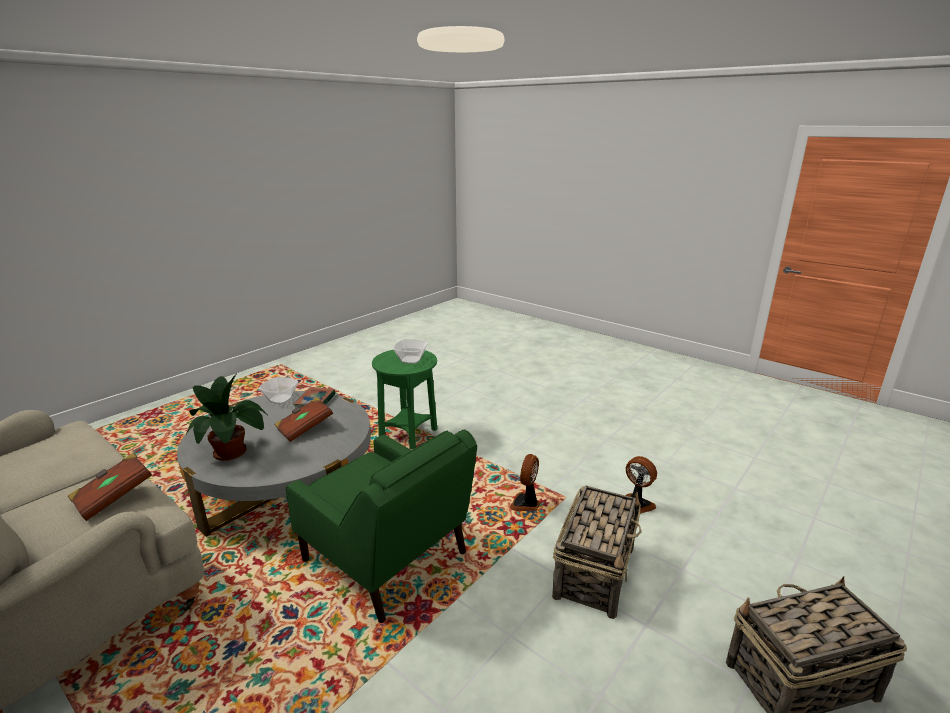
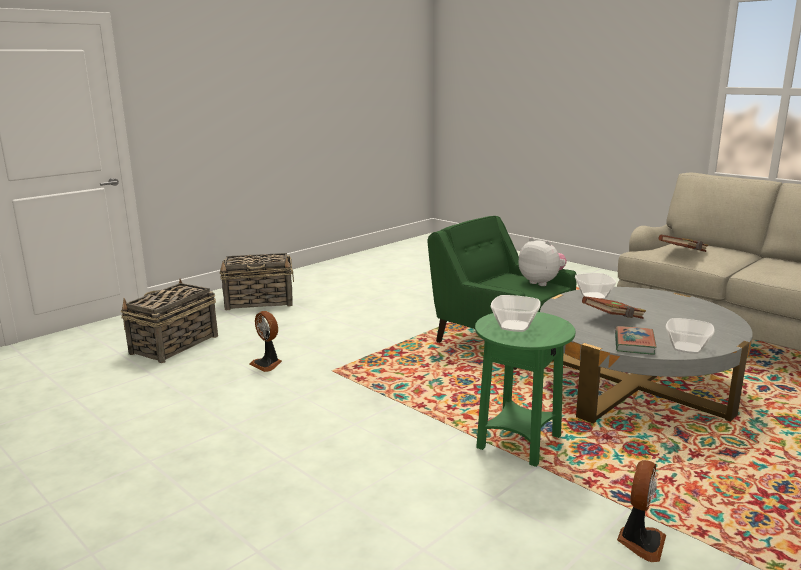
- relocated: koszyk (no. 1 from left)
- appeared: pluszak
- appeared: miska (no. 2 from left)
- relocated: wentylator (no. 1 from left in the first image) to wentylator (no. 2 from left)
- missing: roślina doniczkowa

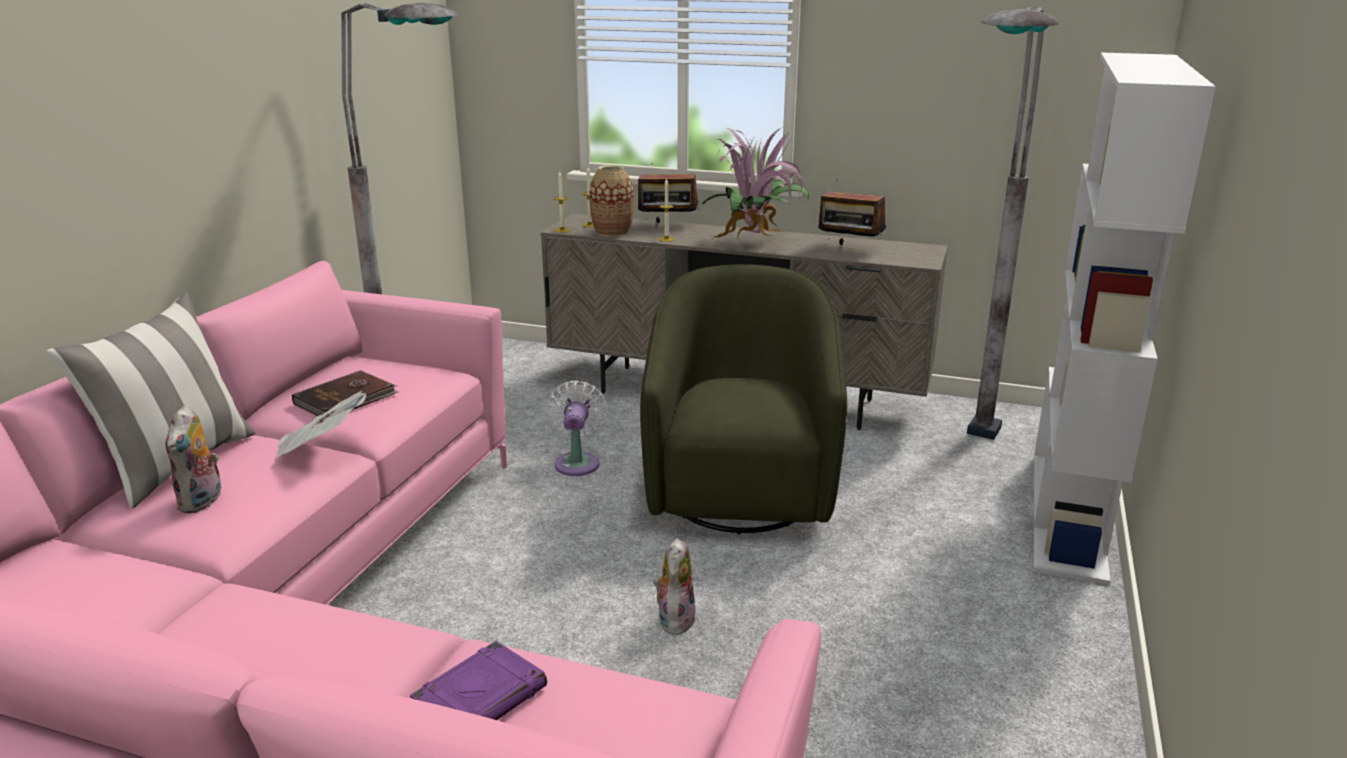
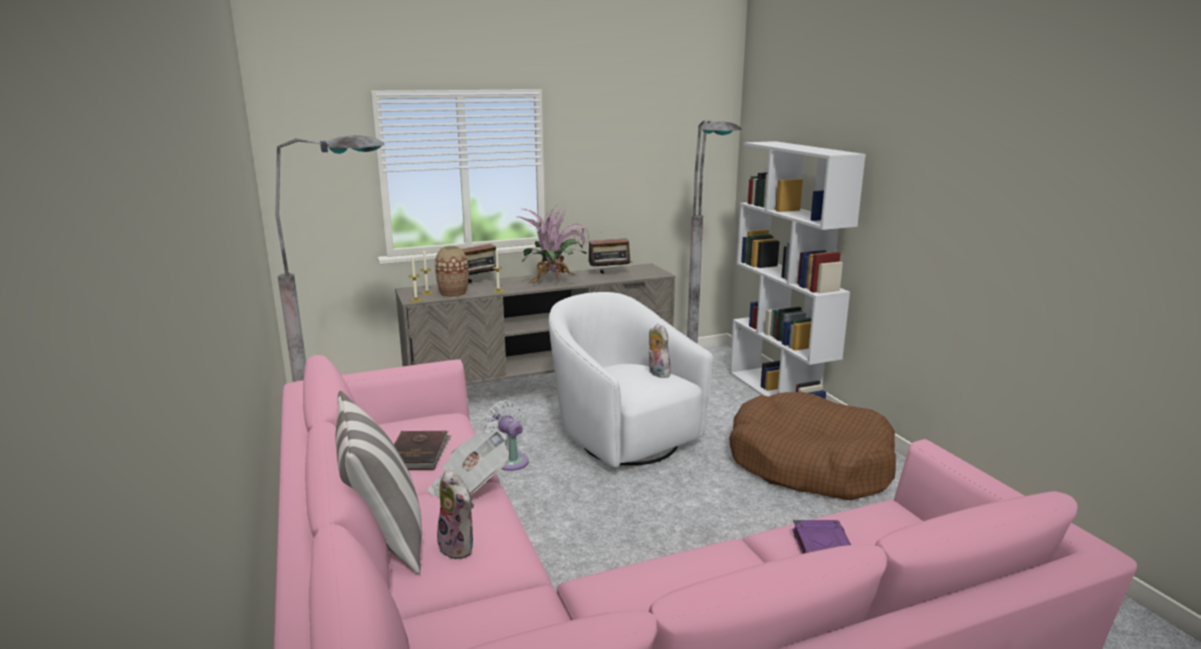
- colour: fotel [zielony] to fotel [biały]
- relocated: pluszak (no. 2 from left)
- appeared: legowisko [brązowy]

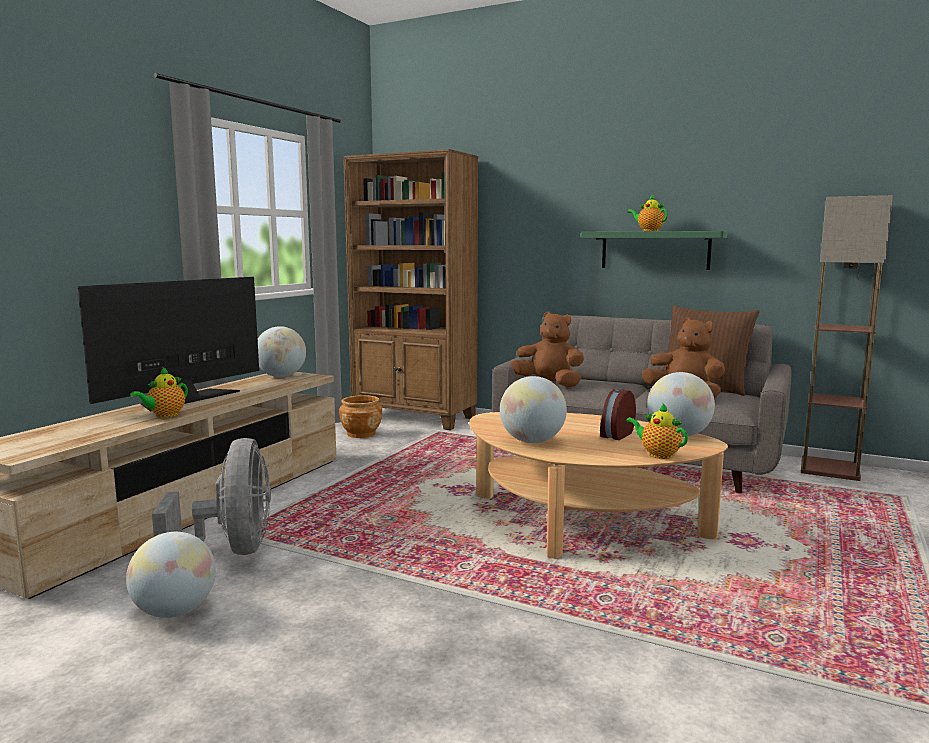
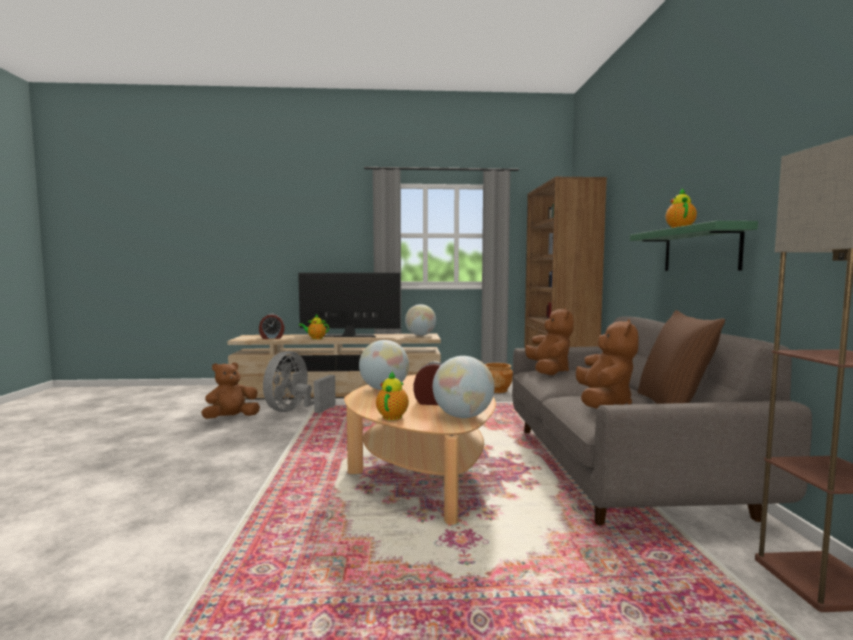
- exchanged: globus (no. 1 from left) to pluszak [brązowy] (no. 1 from left)
- appeared: budzik (no. 1 from left)
- spun: wentylator [szary] 150 degrees clockwise

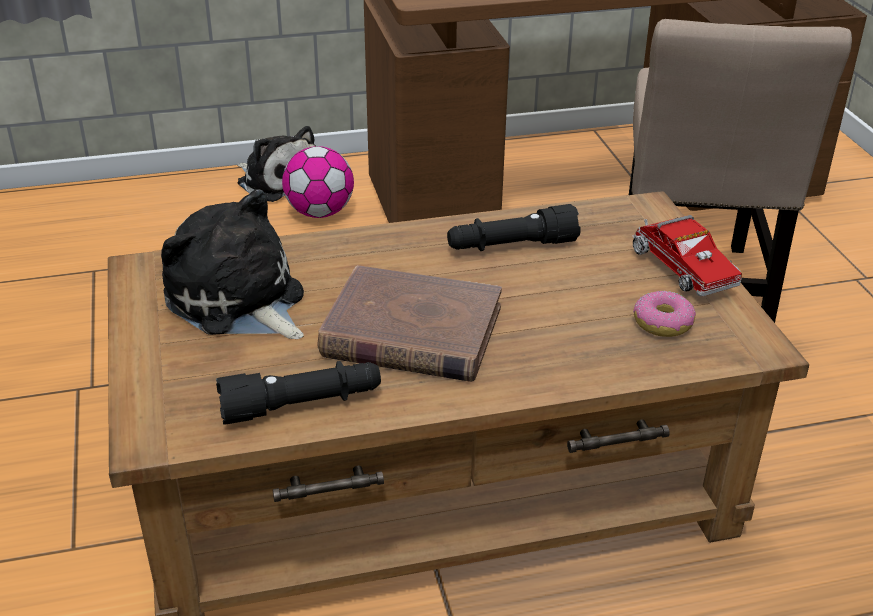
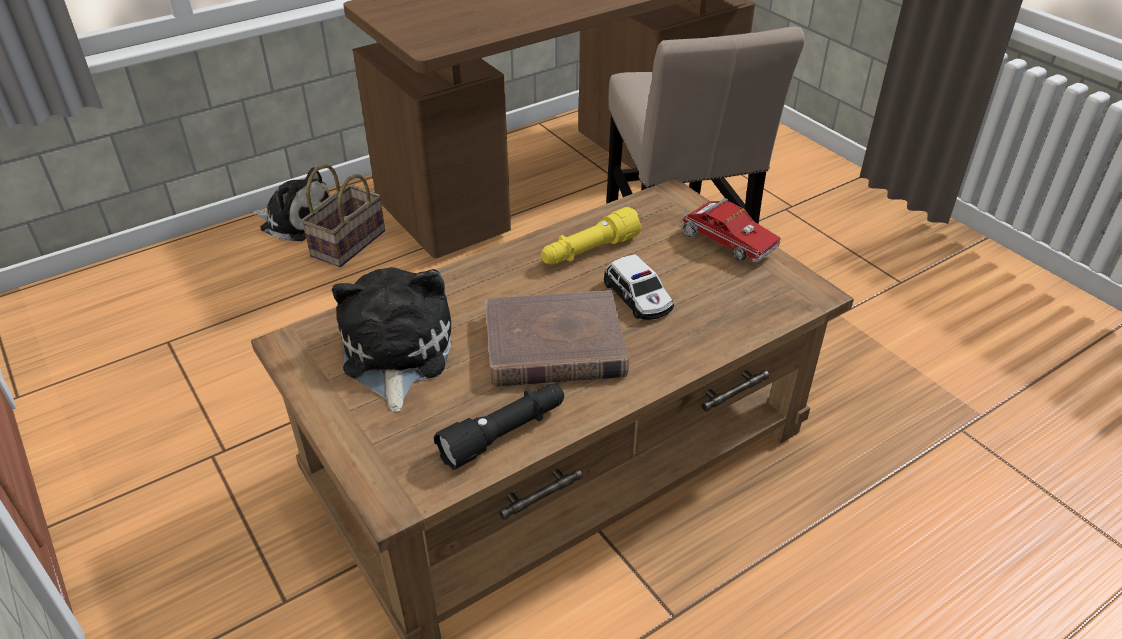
- exchanged: piłka futbolowa to koszyk
- spun: pluszak (no. 1 from left in the first image) 60 degrees clockwise
- colour: latarka [czarny] (no. 2 from left) to latarka [żółty]
- appeared: samochodzik
- missing: donut

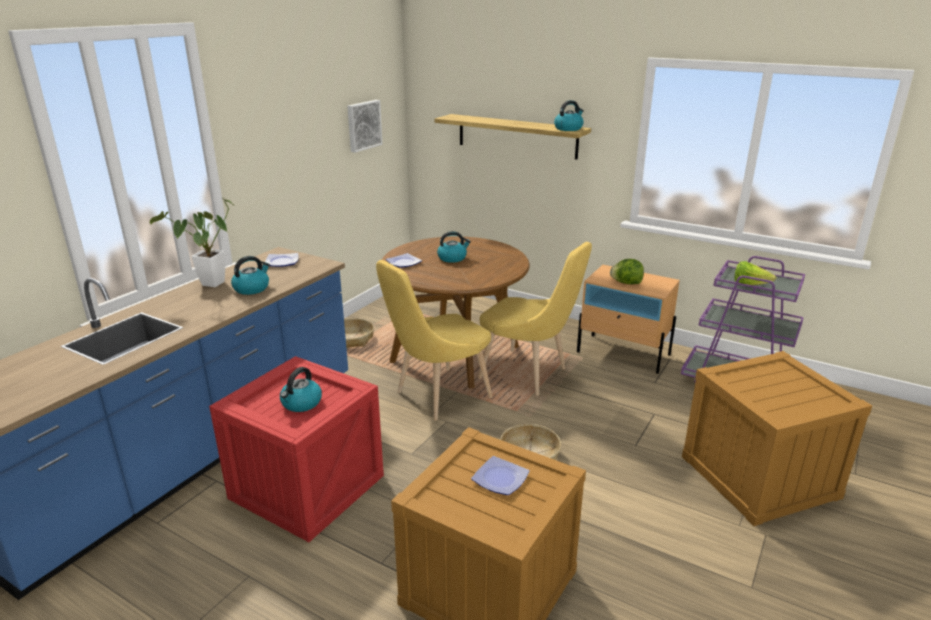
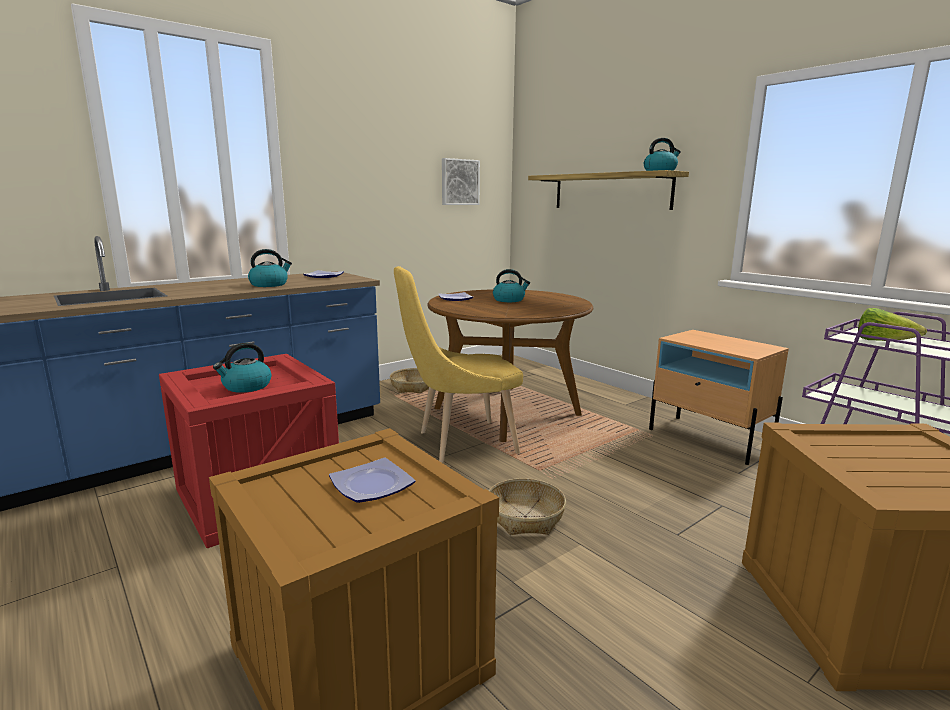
- missing: roślina doniczkowa
- missing: krzesło [żółty] (no. 2 from left)
- missing: sałata (no. 1 from left)

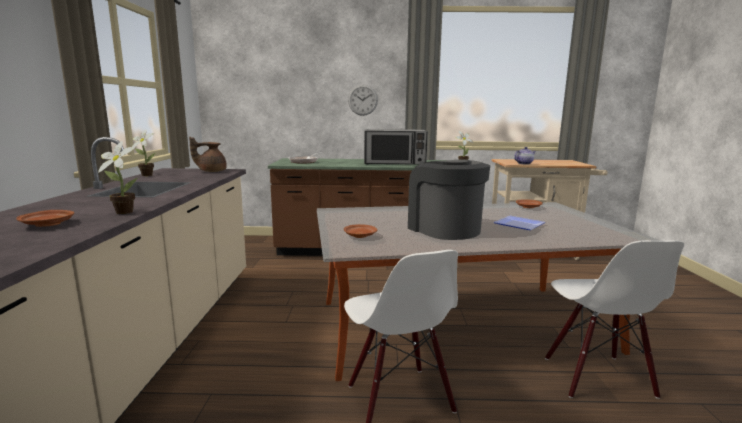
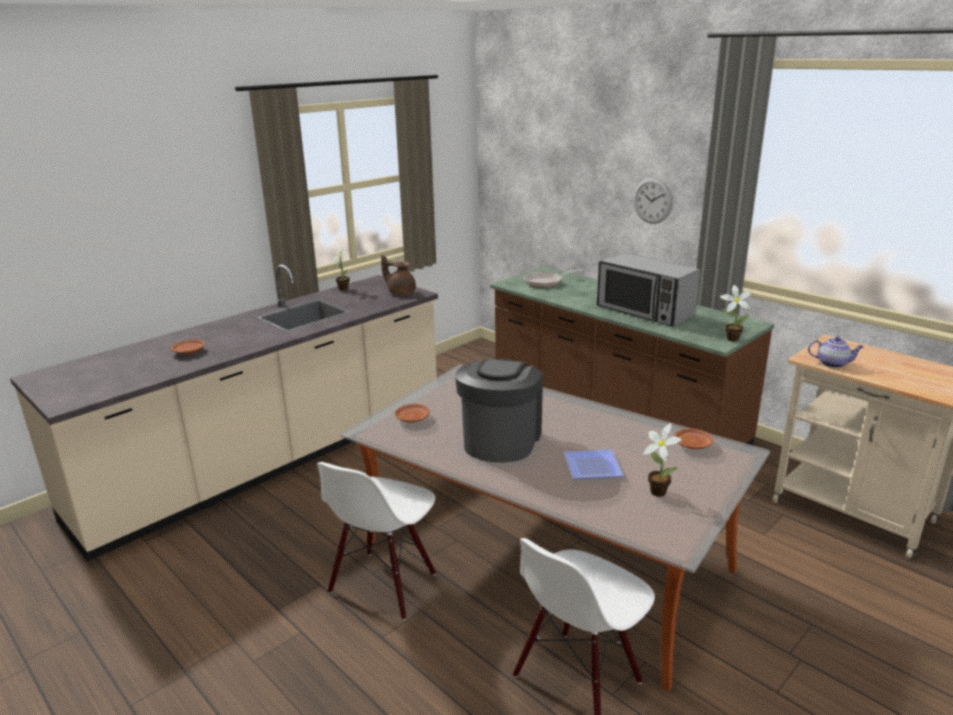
- relocated: roślina doniczkowa (no. 1 from left in the first image) to roślina doniczkowa (no. 2 from left)

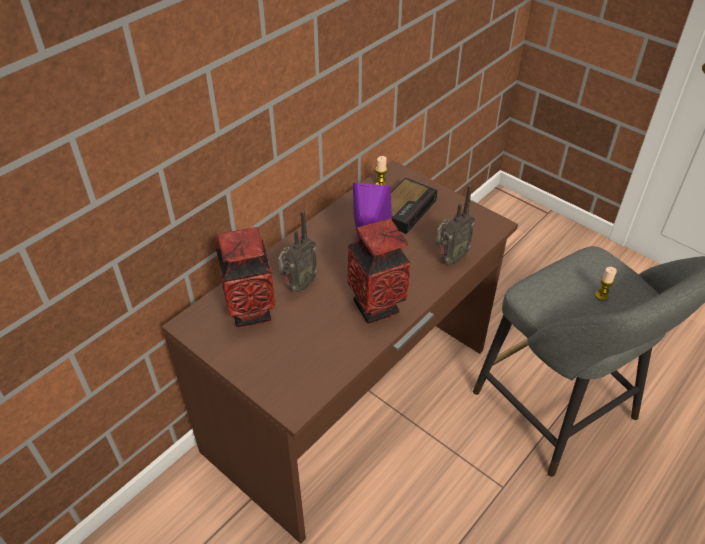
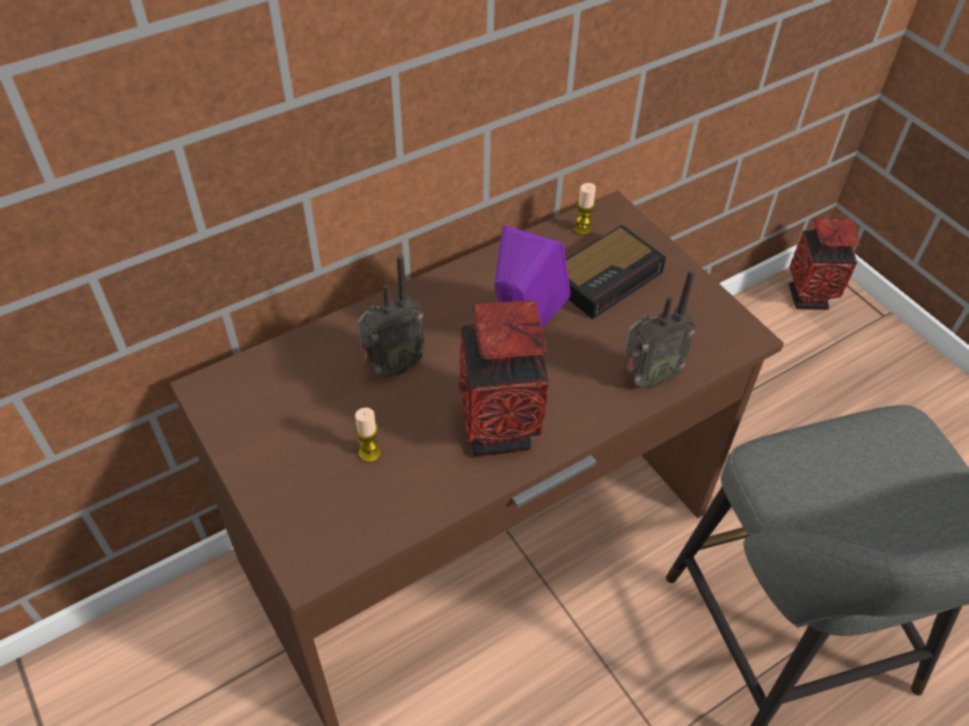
- relocated: świeca (no. 2 from left in the first image) to świeca (no. 1 from left)
- relocated: wazon (no. 1 from left in the first image) to wazon (no. 2 from left)

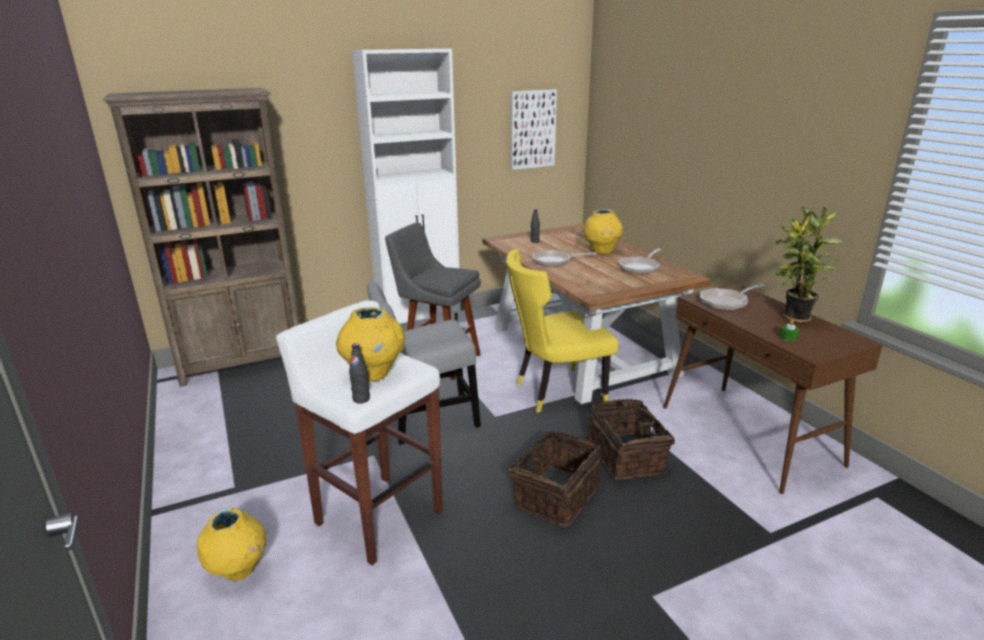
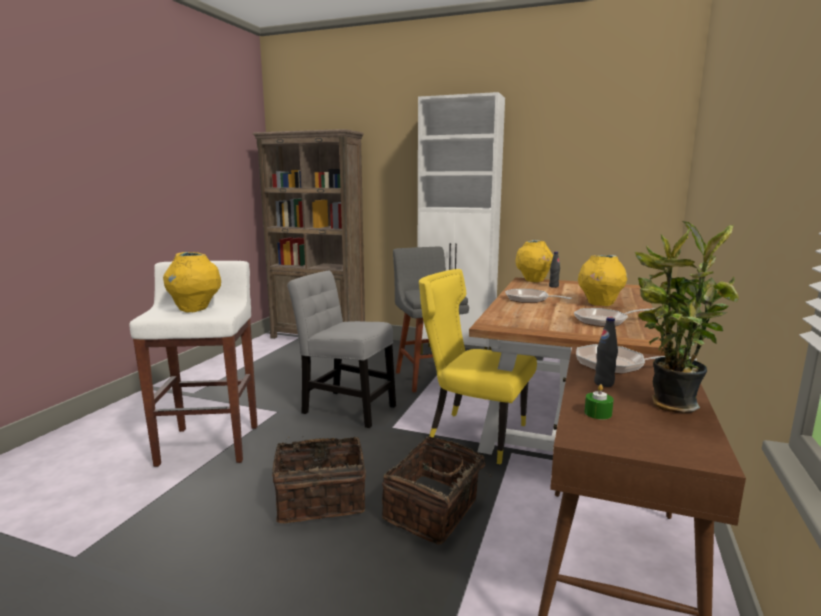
- relocated: wazon [żółty] (no. 1 from left in the first image) to wazon [żółty] (no. 2 from left)
- relocated: butelka [czarny] (no. 1 from left in the first image) to butelka [czarny] (no. 2 from left)
- missing: obraz

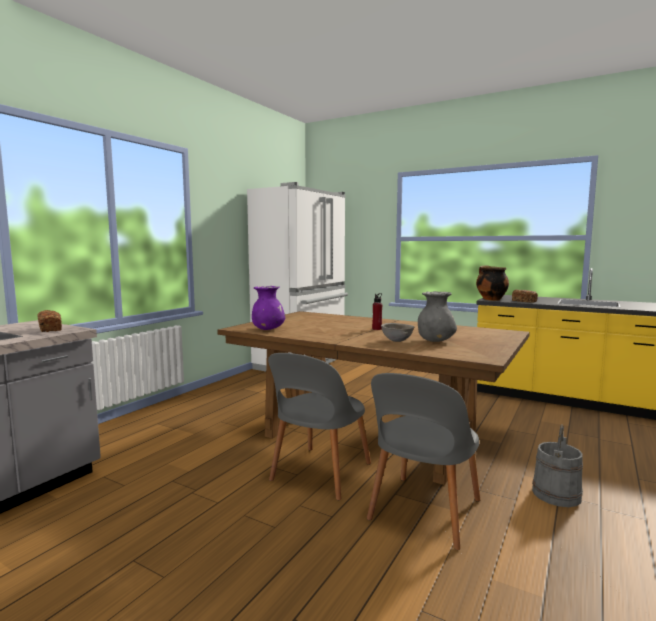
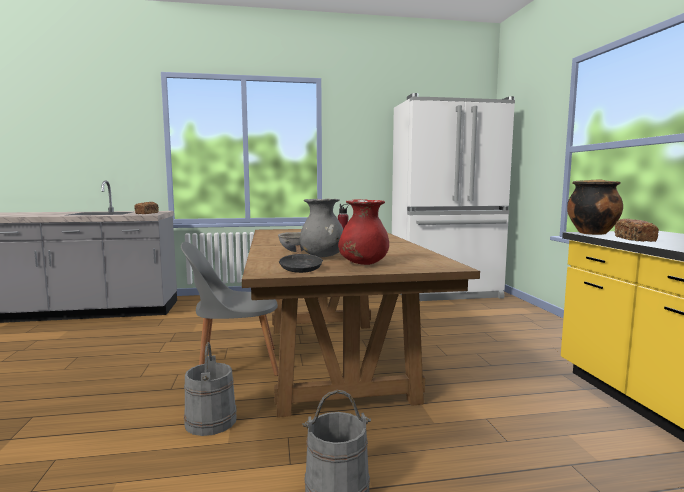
- exchanged: krzesło [szary] (no. 2 from left) to wiadro [szary] (no. 1 from left)
- appeared: patelnia [czarny]
- appeared: wazon [czerwony]
- missing: wazon [fioletowy]

